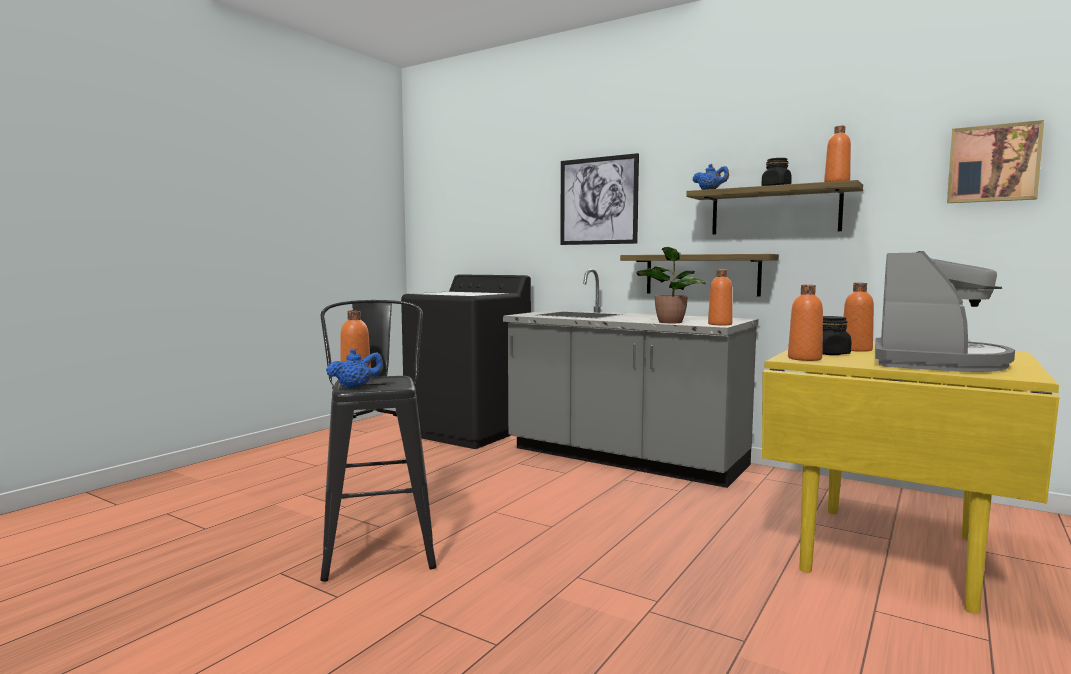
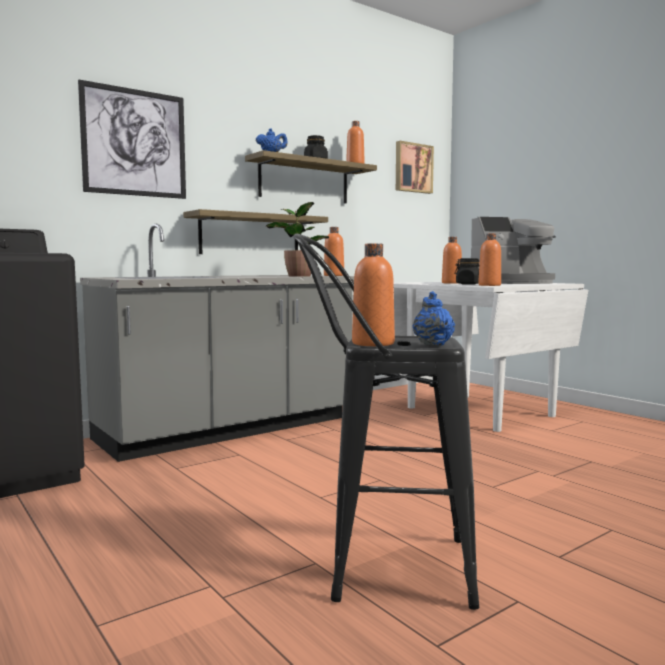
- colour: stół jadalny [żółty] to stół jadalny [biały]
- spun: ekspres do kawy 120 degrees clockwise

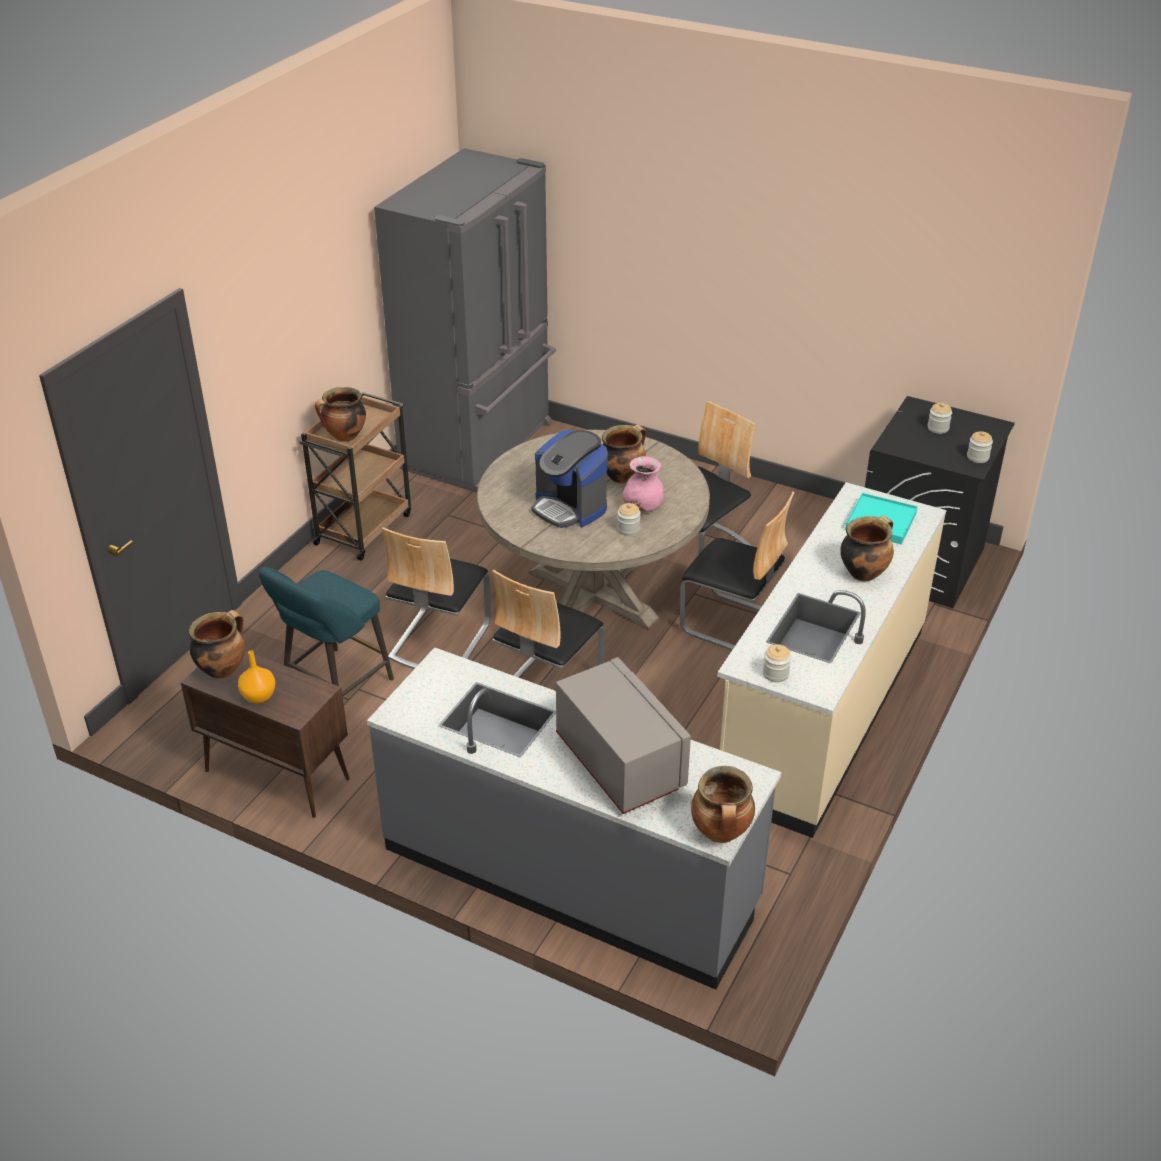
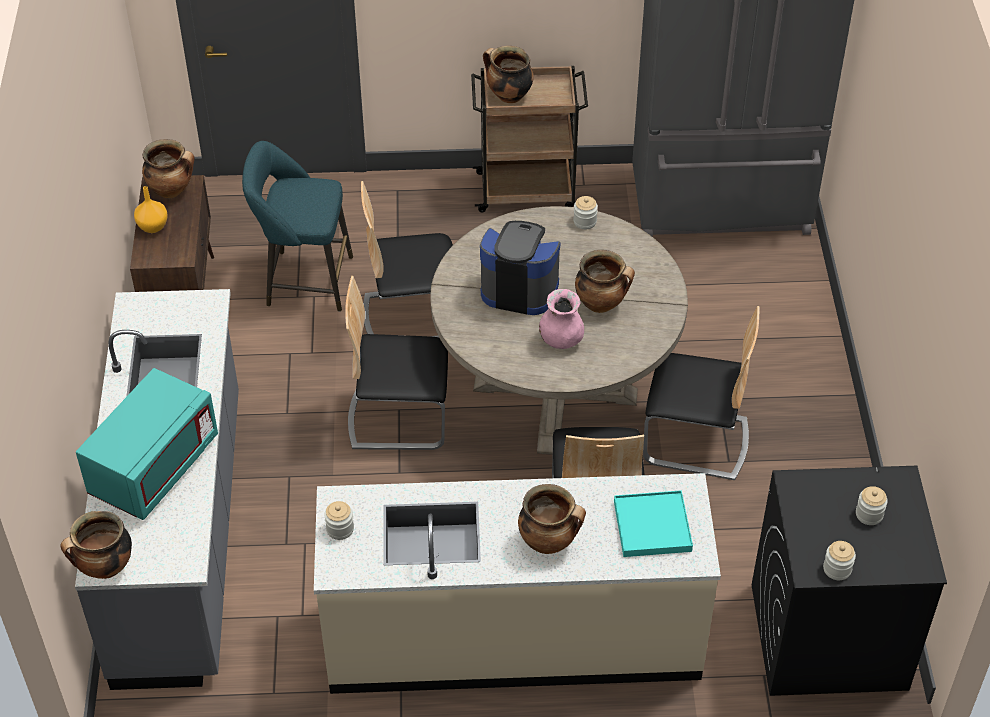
- colour: mikrofalówka [szary] to mikrofalówka [turkusowy]
- spun: ekspres do kawy 90 degrees clockwise
- relocated: słoik (no. 1 from left in the first image) to słoik (no. 2 from left)

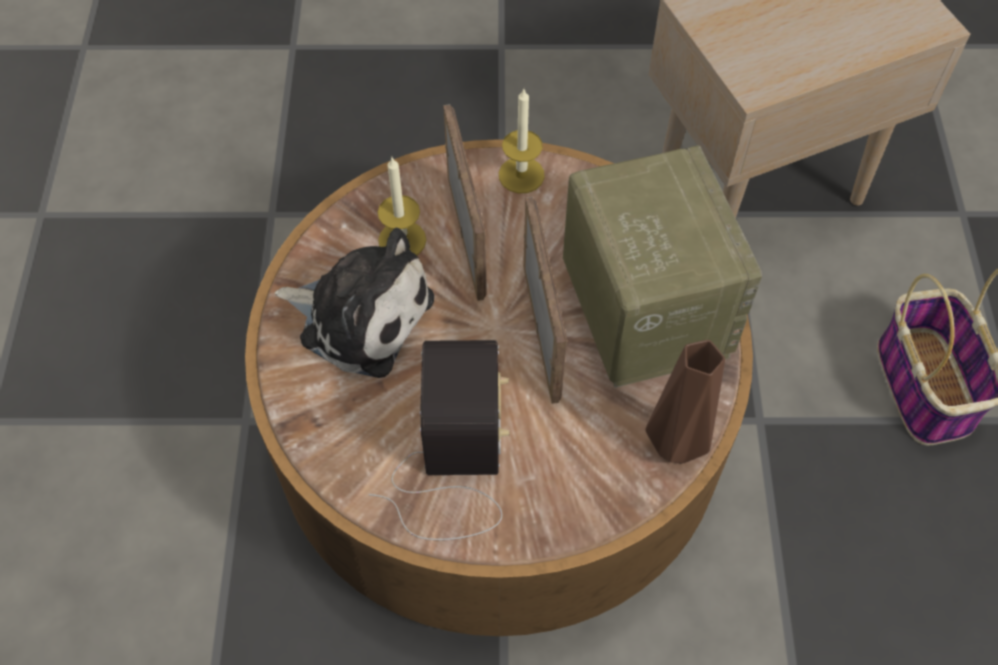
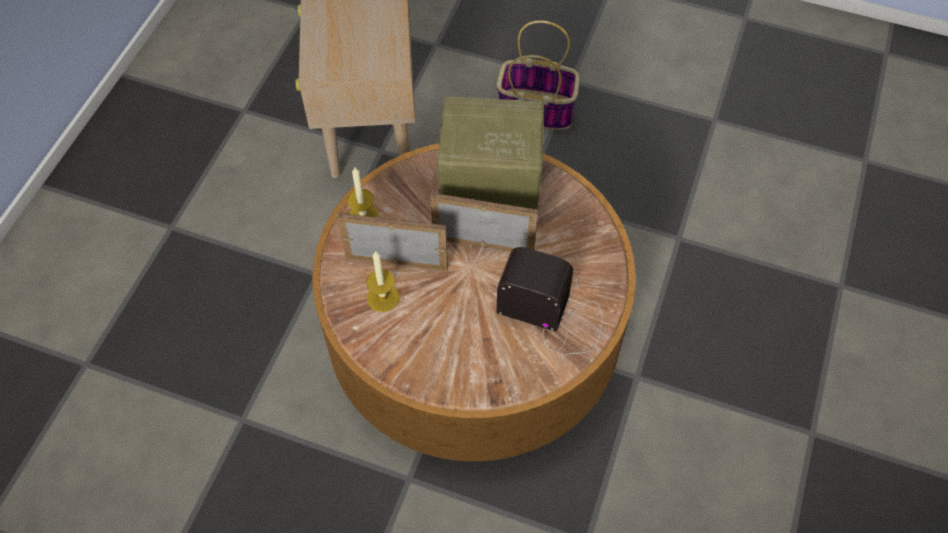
- missing: pluszak
- missing: wazon [brązowy]

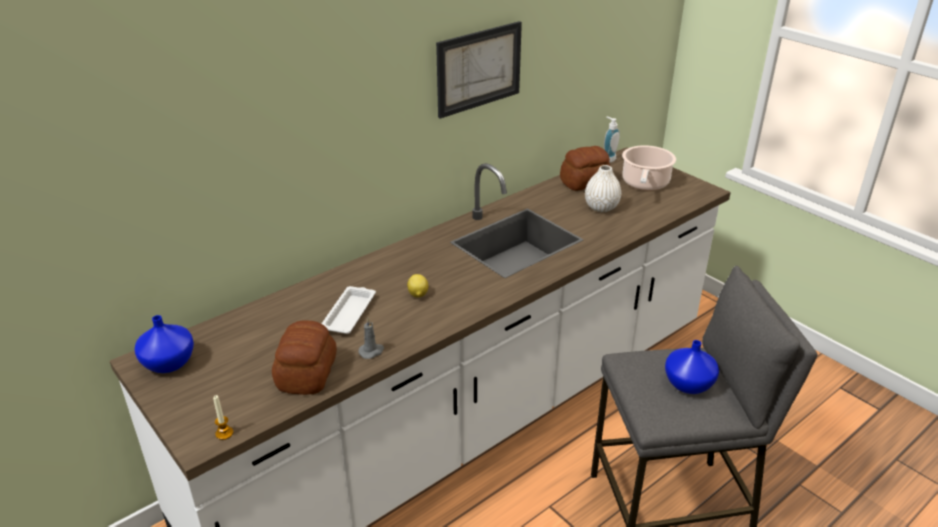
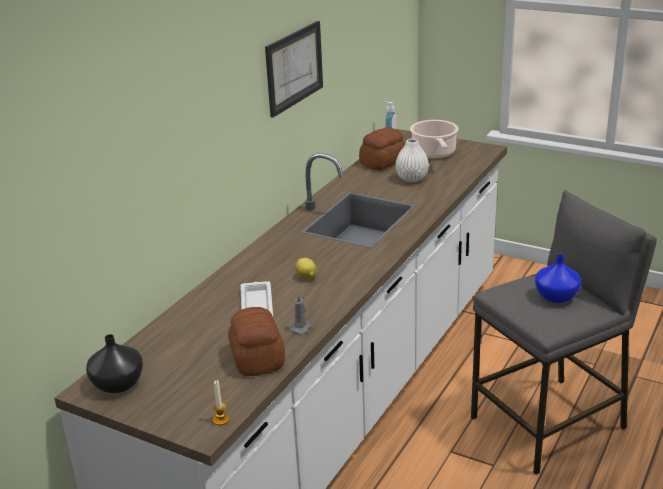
- colour: wazon [niebieski] (no. 1 from left) to wazon [czarny]

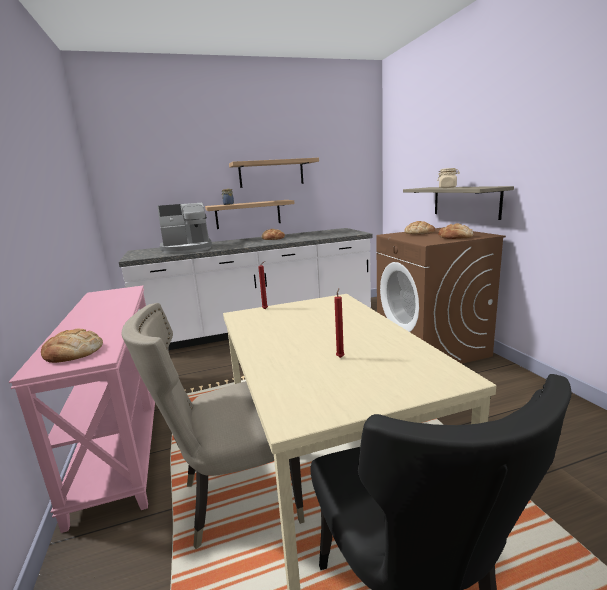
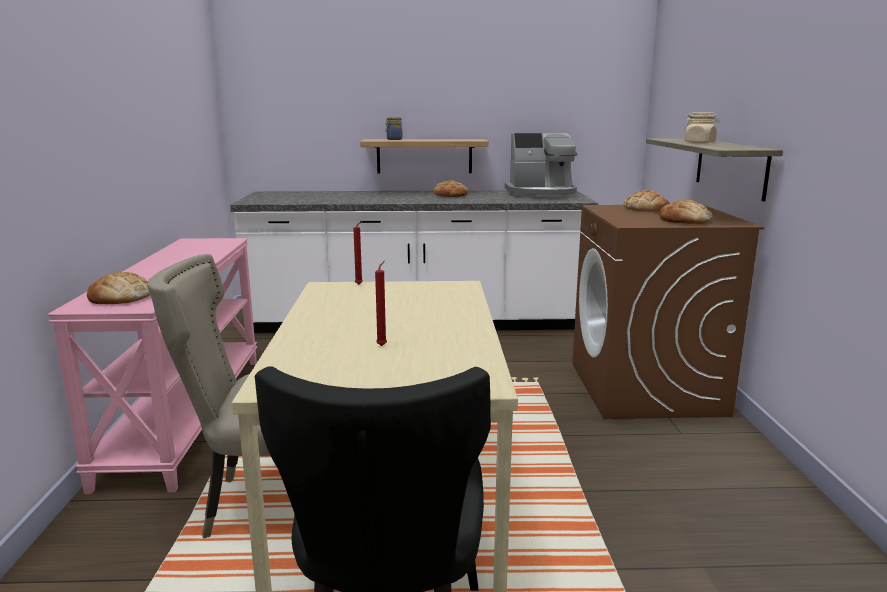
- relocated: ekspres do kawy
- missing: półka (no. 2 from left)

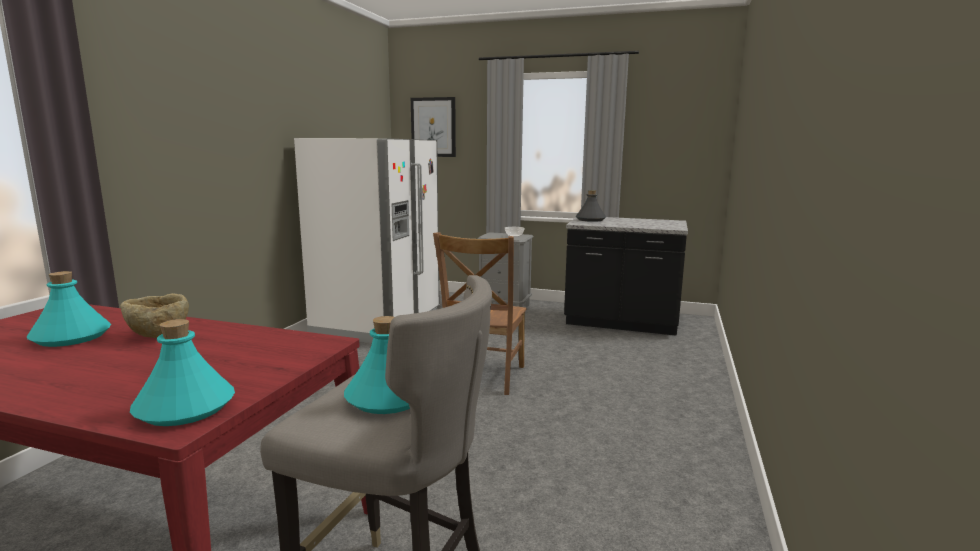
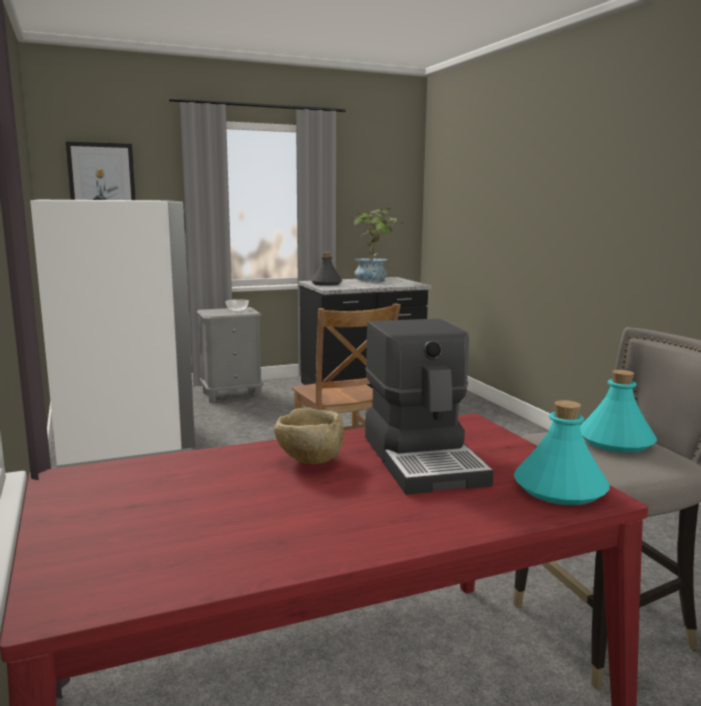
- appeared: roślina doniczkowa
- appeared: ekspres do kawy
- missing: butelka [turkusowy] (no. 1 from left)

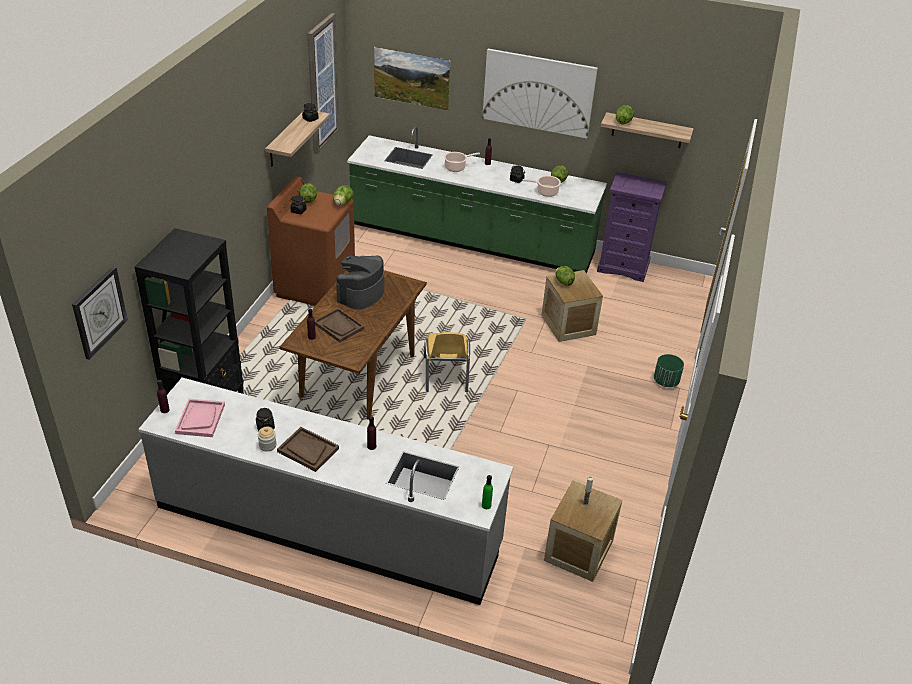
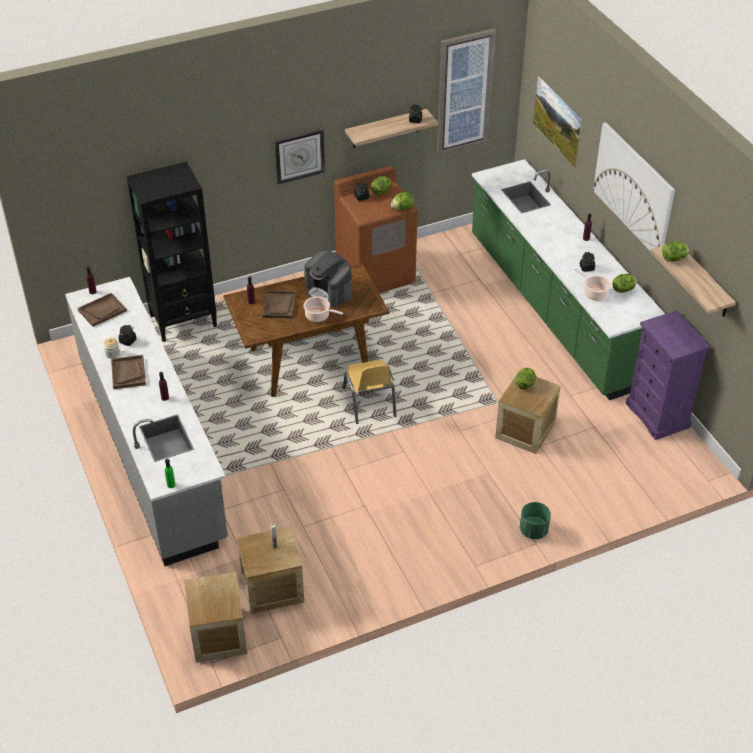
- colour: taca [różowy] to taca [brązowy] (no. 1 from left)
- appeared: skrzynka (no. 1 from left)
- relocated: zegar ścienny
- relocated: garnek (no. 1 from left)
- spun: ekspres do kawy 120 degrees counterclockwise
- spun: krzesło [żółty] 60 degrees counterclockwise

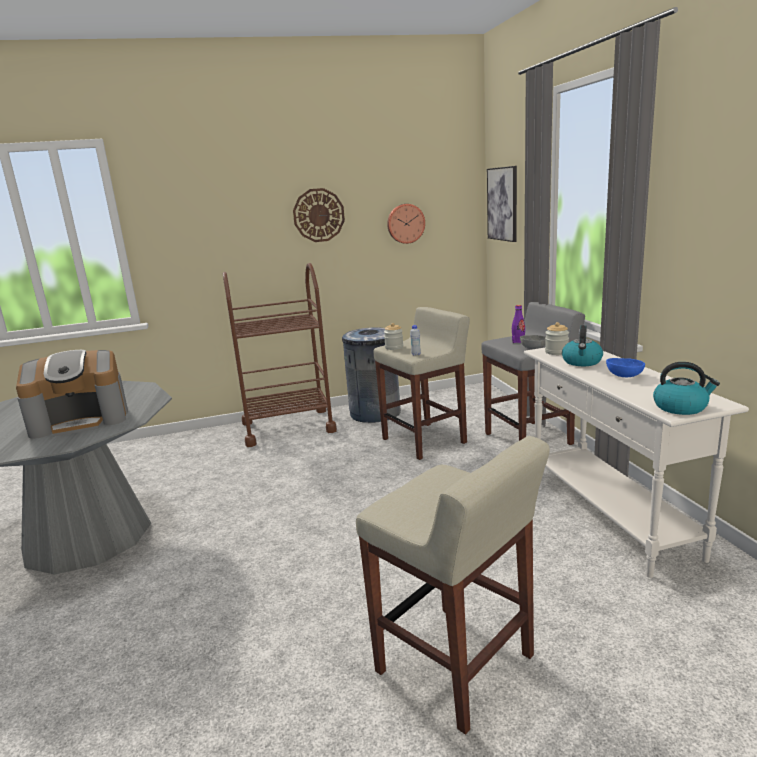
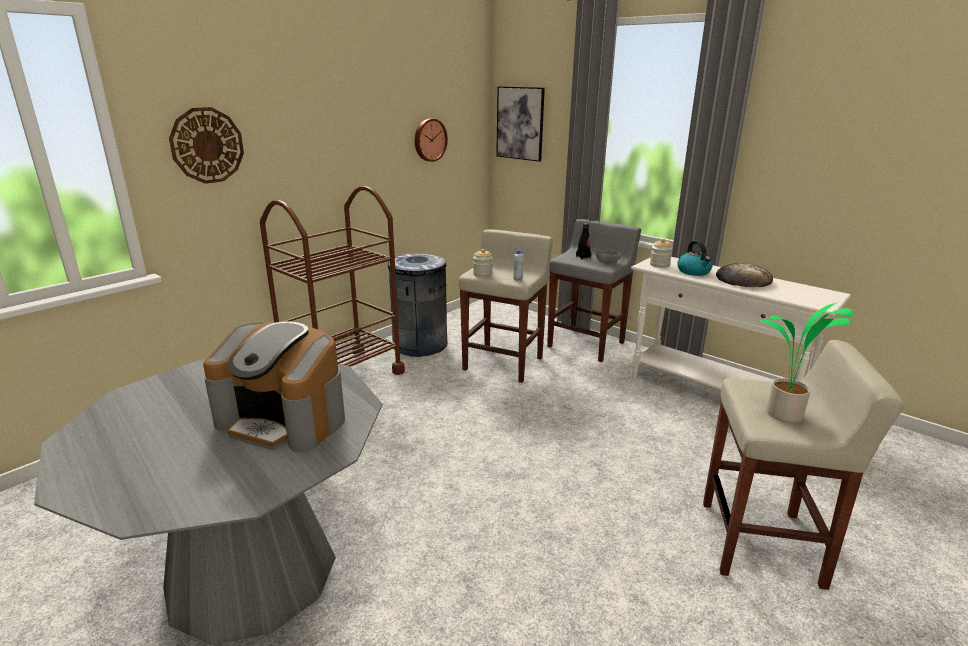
- relocated: zegar ścienny (no. 1 from left)
- spun: ekspres do kawy 75 degrees clockwise
- colour: butelka [fioletowy] to butelka [czarny]
- exchanged: miska [niebieski] to chleb
- appeared: roślina doniczkowa
- missing: czajnik (no. 2 from left)

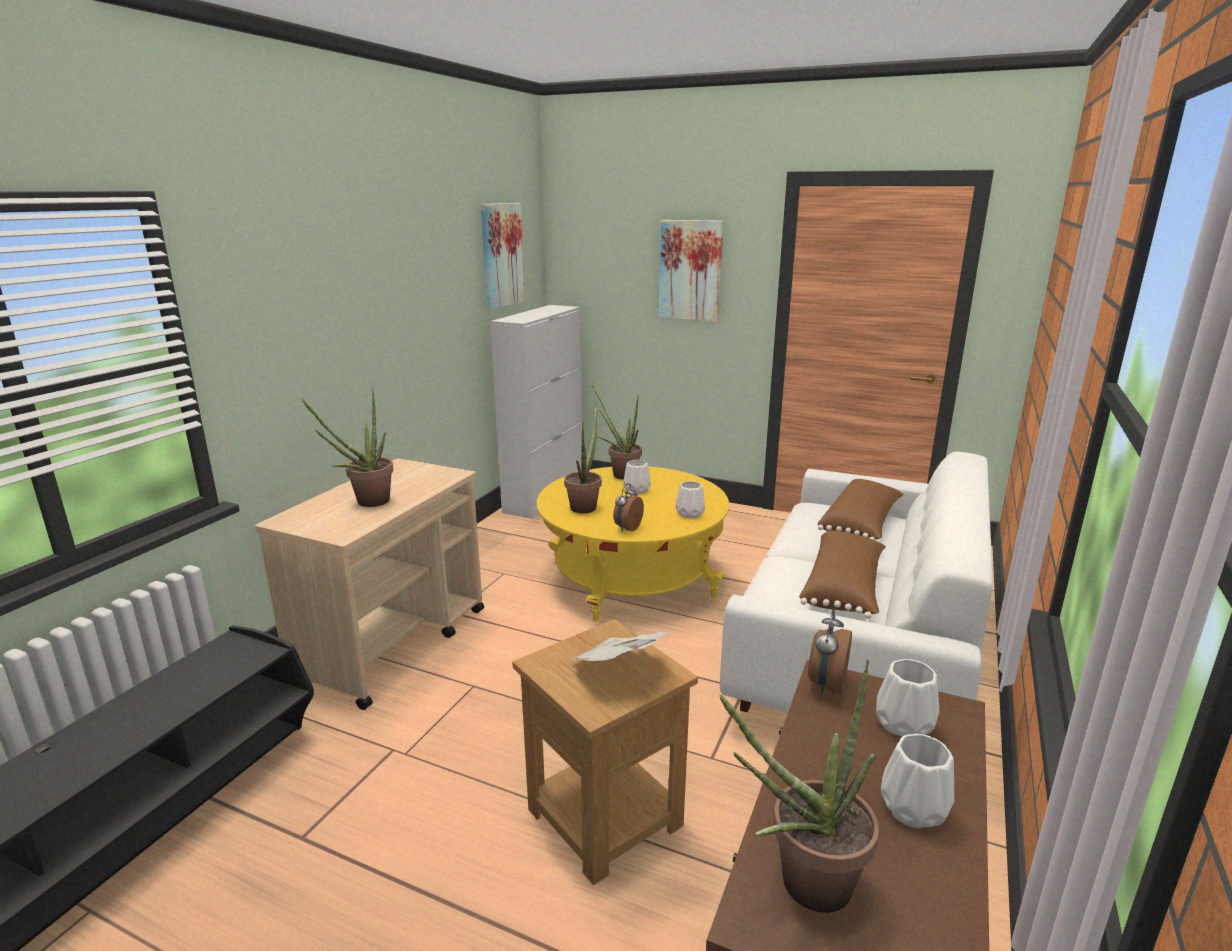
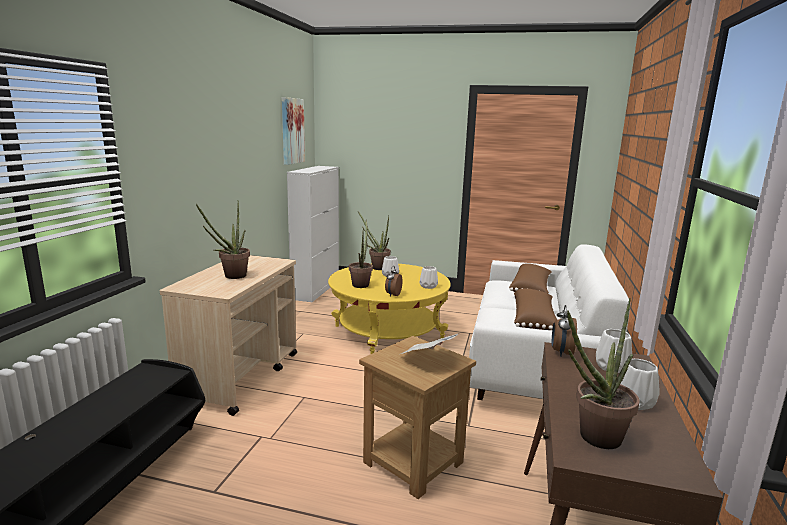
- missing: obraz (no. 2 from left)

